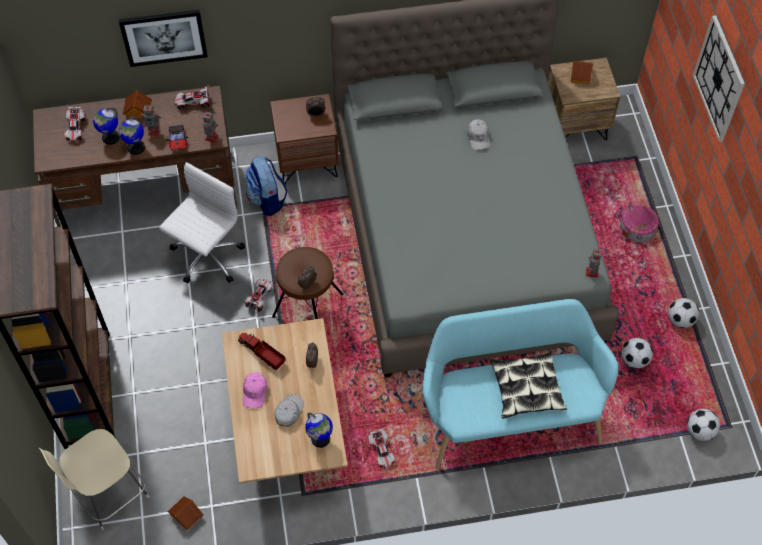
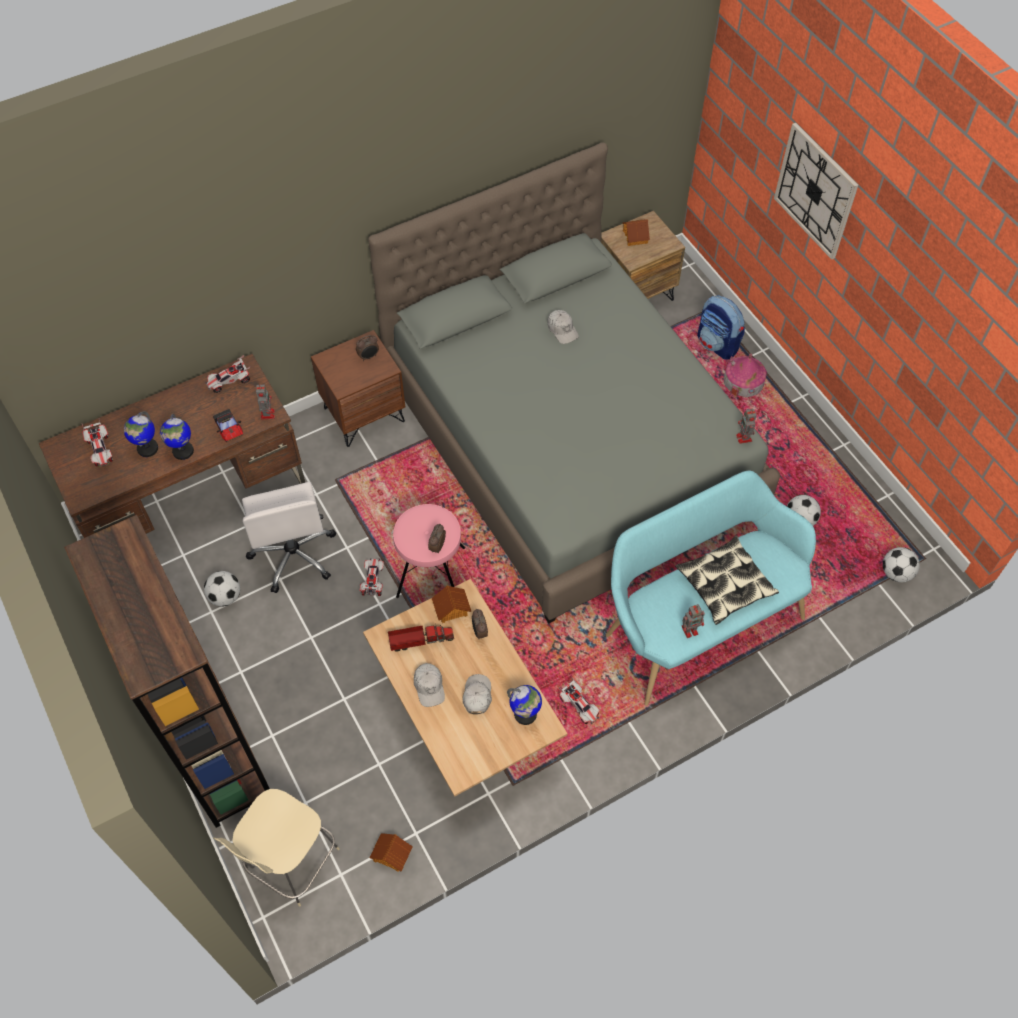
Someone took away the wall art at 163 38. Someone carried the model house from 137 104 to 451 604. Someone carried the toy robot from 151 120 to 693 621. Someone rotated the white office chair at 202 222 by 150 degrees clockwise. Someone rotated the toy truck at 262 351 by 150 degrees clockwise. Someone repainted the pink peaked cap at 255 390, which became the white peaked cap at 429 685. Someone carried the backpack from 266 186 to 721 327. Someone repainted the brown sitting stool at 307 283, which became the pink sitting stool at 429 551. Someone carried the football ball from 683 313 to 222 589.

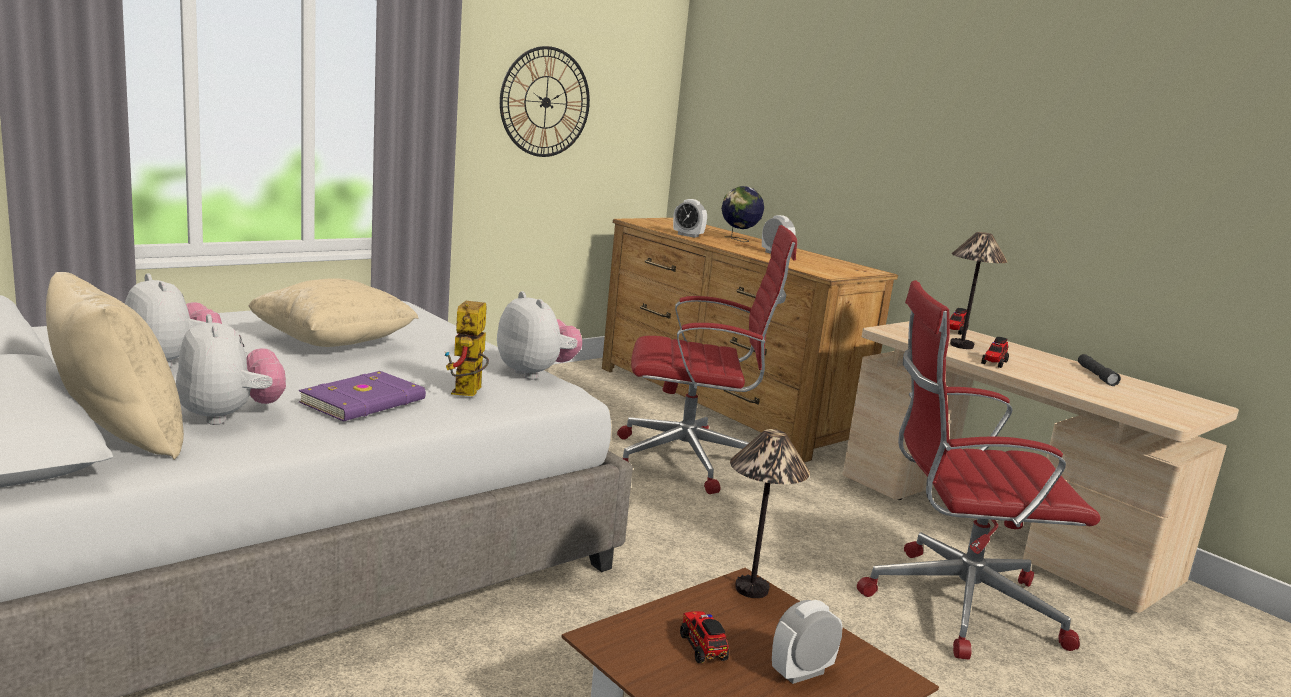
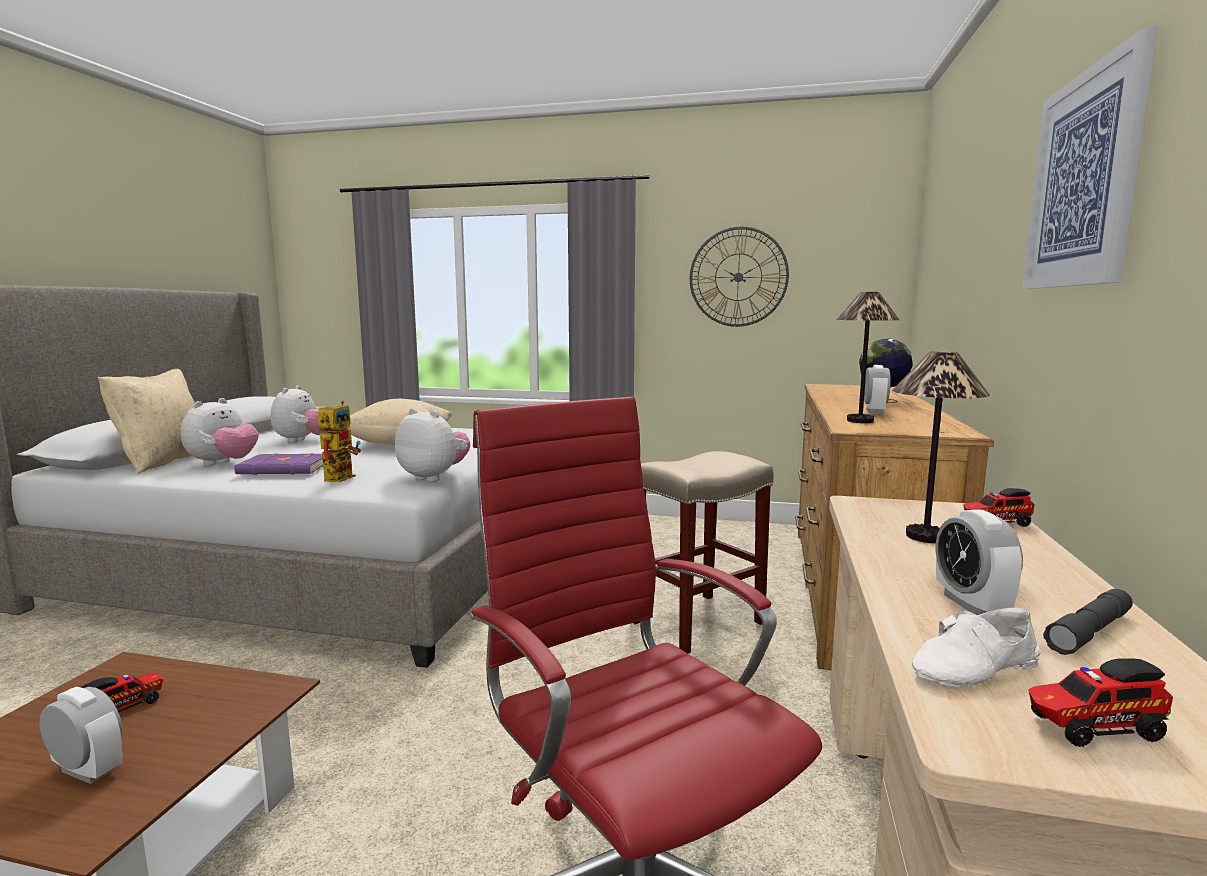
Someone rotated the toy robot at 467 348 by 135 degrees clockwise. Someone rotated the cuddly toy at 539 335 by 75 degrees counterclockwise. Someone swapped the red-coloured office chair at 707 359 for the sand-coloured sitting stool at 703 552. Someone carried the bedside clock from 690 218 to 979 562. Someone carried the table lamp from 770 513 to 868 357. Someone carried the toy truck from 995 352 to 1100 702. Someone put down the white shoe at 976 647. Someone put up the wall art at 1089 157.

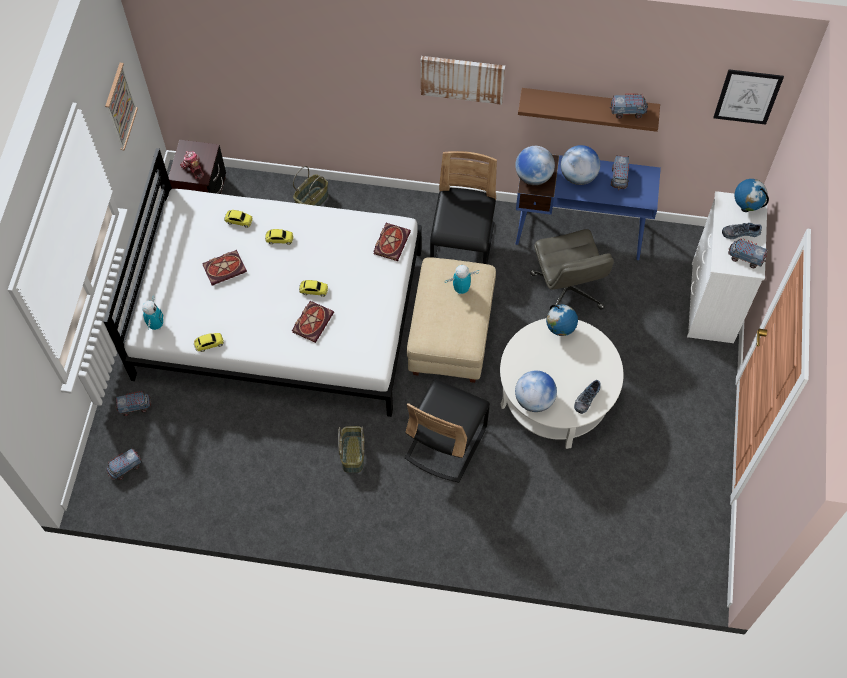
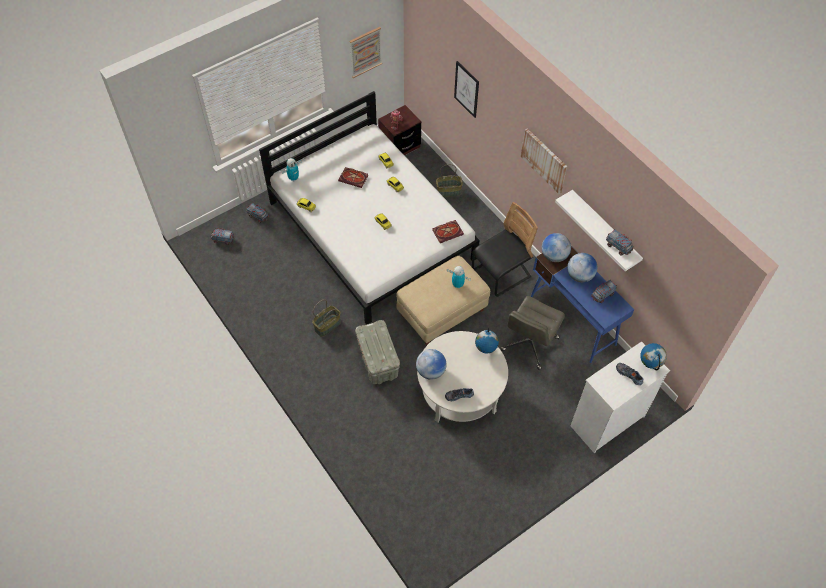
Someone took away the book at 313 322. Someone swapped the black chair at 447 431 for the gray storage container at 377 352. Someone repainted the brown shelf at 589 110, which became the white shelf at 599 230. Someone carried the wall art from 748 97 to 466 89. Someone took away the toy truck at 748 253.

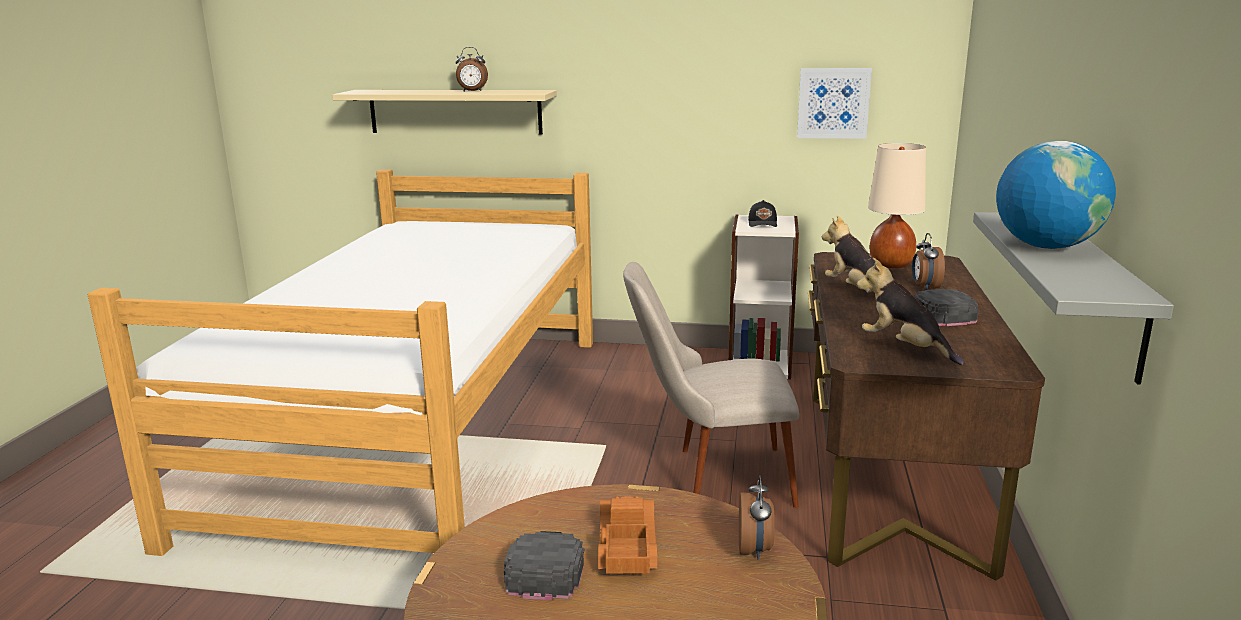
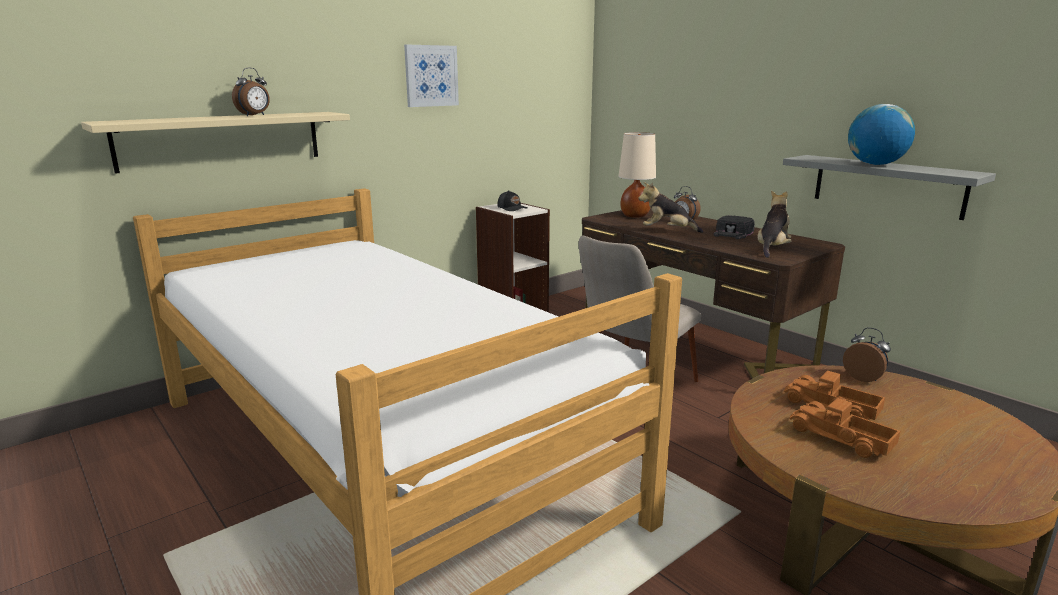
Someone swapped the black peaked cap at 544 565 for the toy truck at 844 428. Someone carried the wall art from 834 103 to 431 75. Someone rotated the cuddly toy at 910 311 by 120 degrees clockwise.

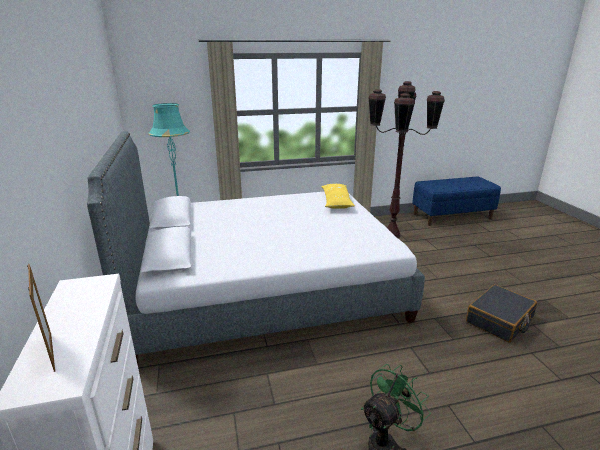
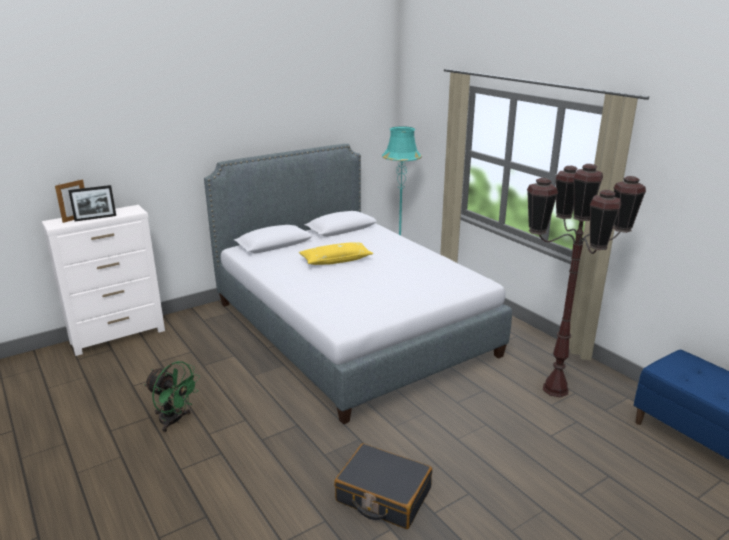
Someone carried the yellowish cushion from 338 196 to 336 253. Someone put down the picture frame at 92 203.

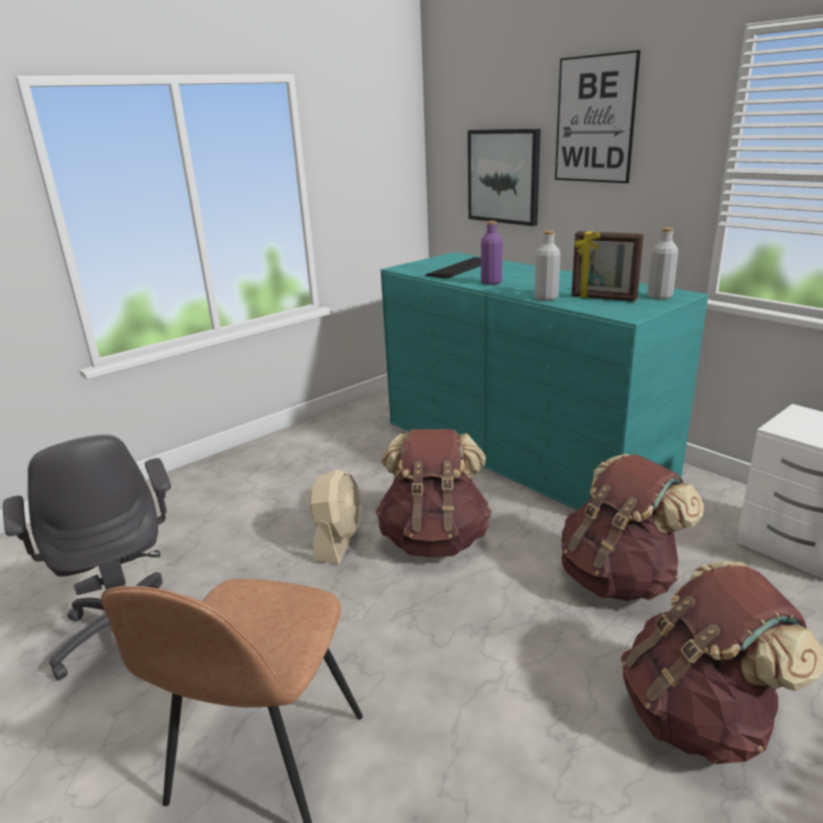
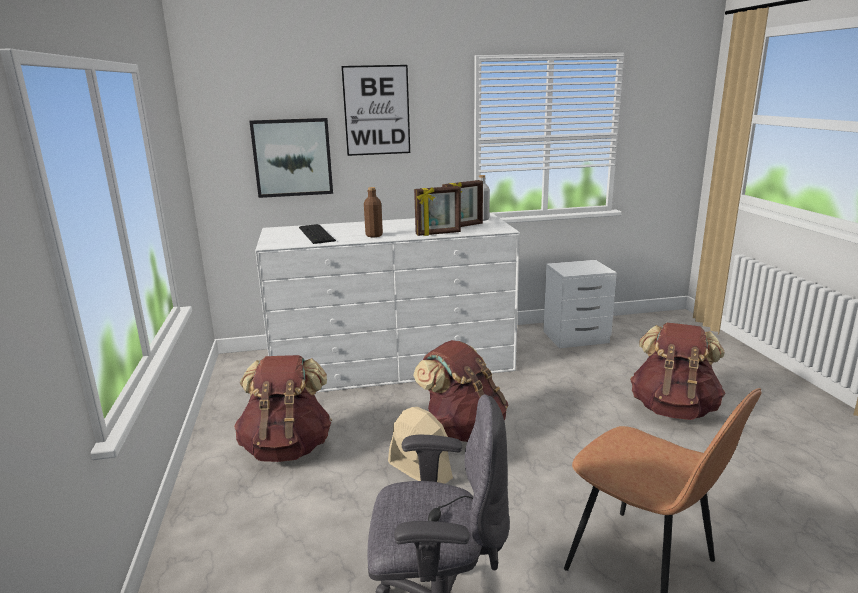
Someone repainted the blue-green drawer chest at 544 381, which became the white drawer chest at 387 303. Someone repainted the purple drink bottle at 491 253, which became the brown drink bottle at 373 212. Someone swapped the gray drink bottle at 547 265 for the picture frame at 437 211. Someone carried the brown backpack from 632 527 to 283 408.

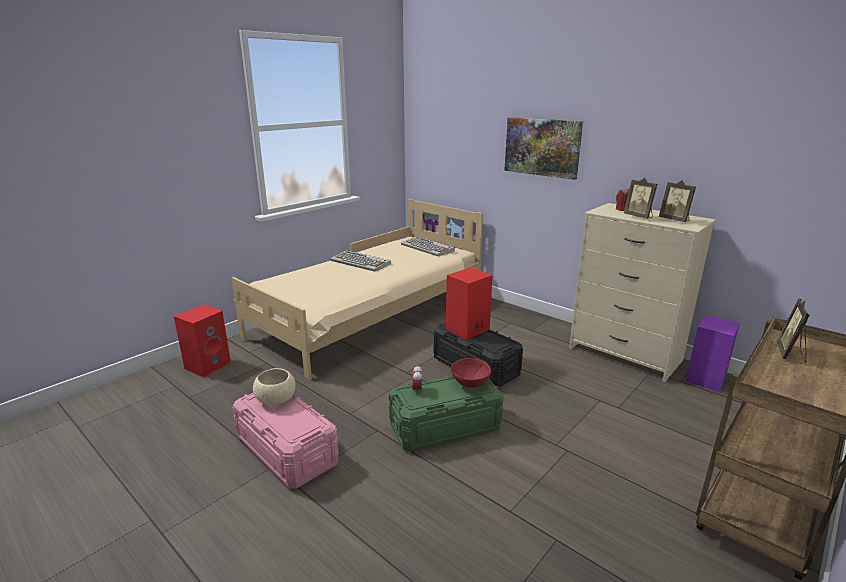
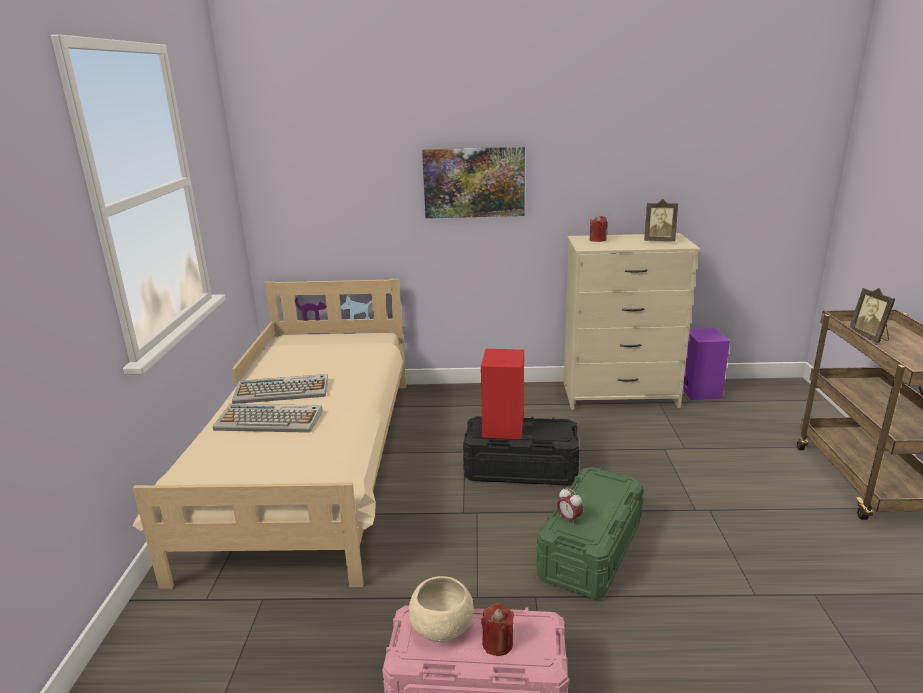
Someone took away the red-coloured audio speaker at 202 340. Someone carried the computer keyboard from 428 246 to 268 418. Someone took away the red-coloured serving bowl at 471 373. Someone took away the picture frame at 640 198. Someone put down the red-coloured wax light at 497 629.

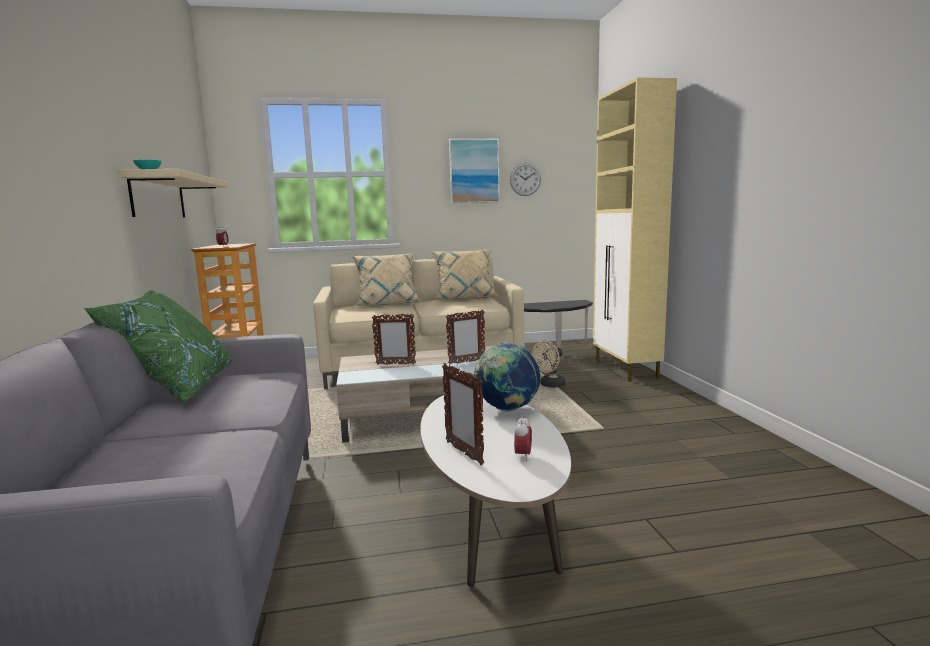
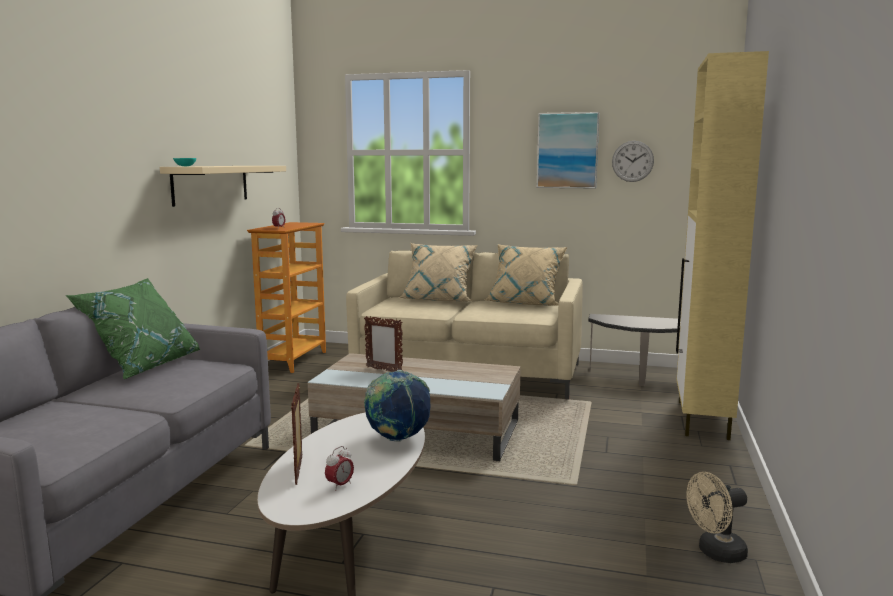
Someone took away the picture frame at 465 337. Someone carried the sand-coloured cooling fan from 549 364 to 717 517.

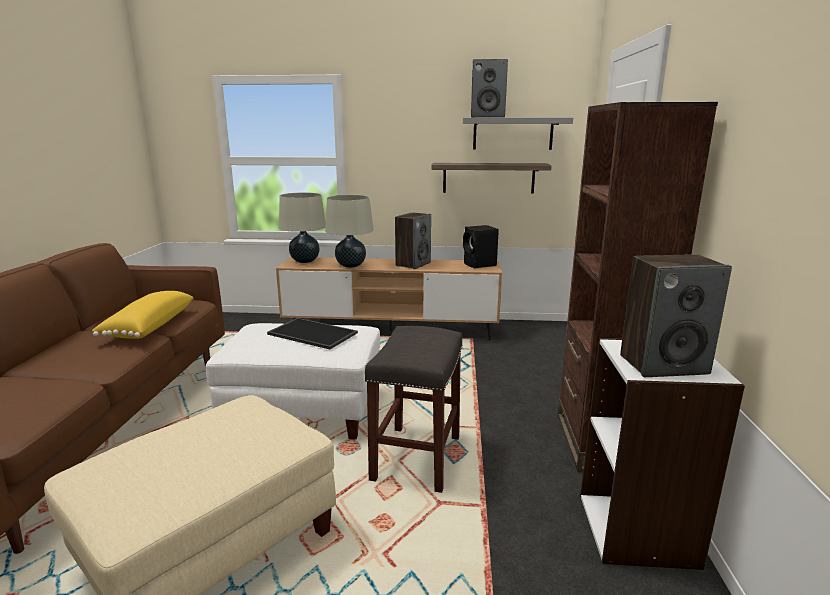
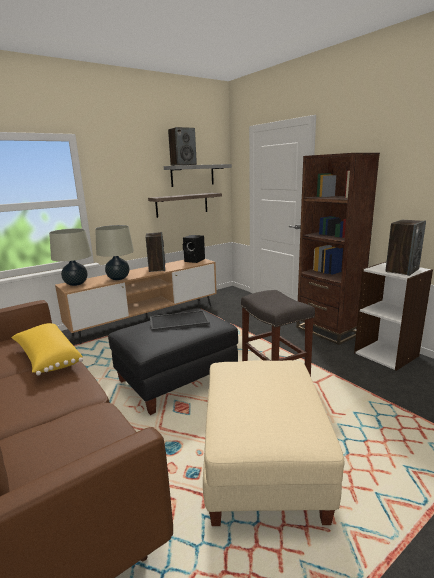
Someone repainted the white footrest at 293 381, which became the black footrest at 173 361.

